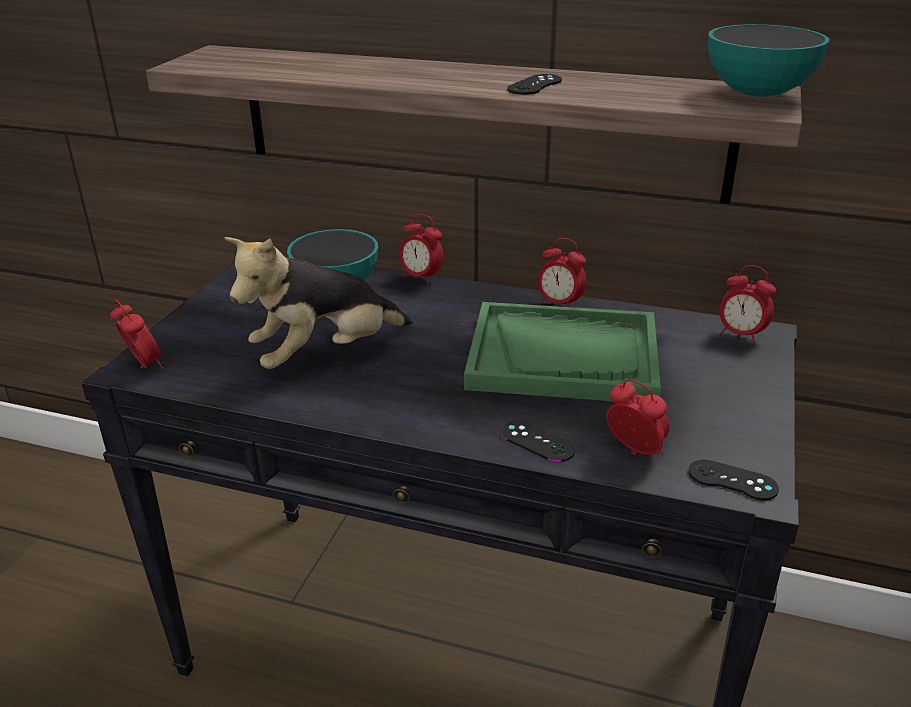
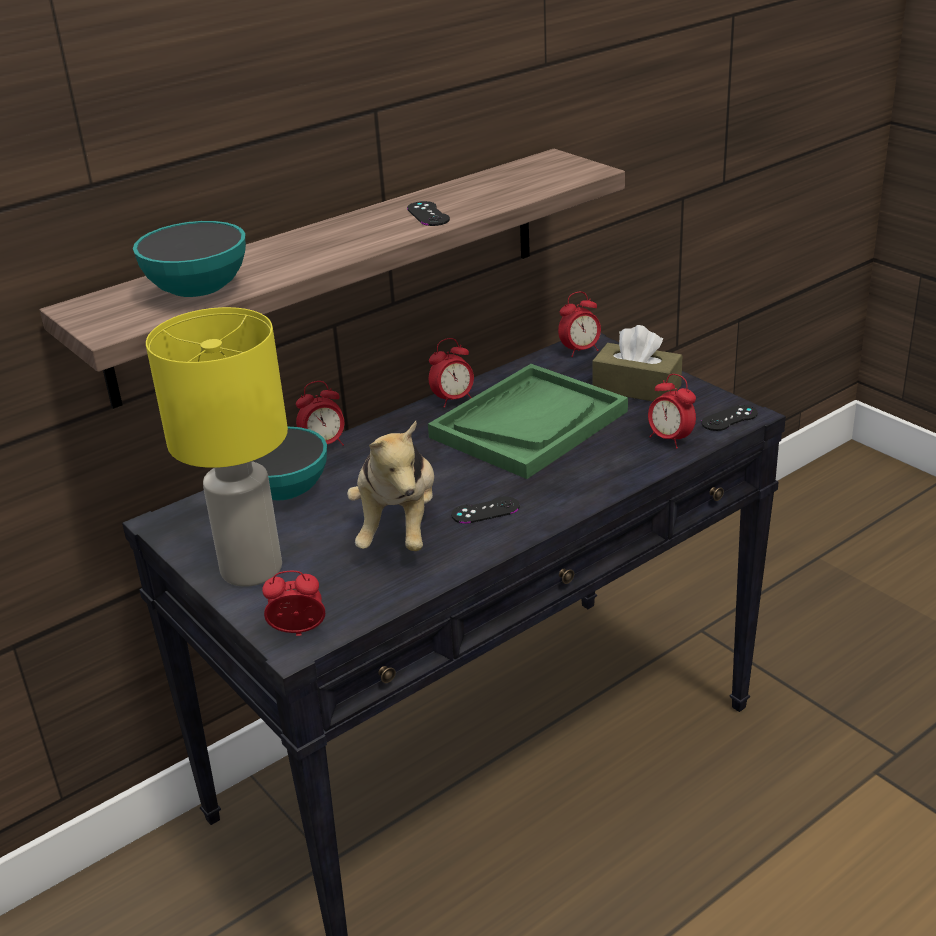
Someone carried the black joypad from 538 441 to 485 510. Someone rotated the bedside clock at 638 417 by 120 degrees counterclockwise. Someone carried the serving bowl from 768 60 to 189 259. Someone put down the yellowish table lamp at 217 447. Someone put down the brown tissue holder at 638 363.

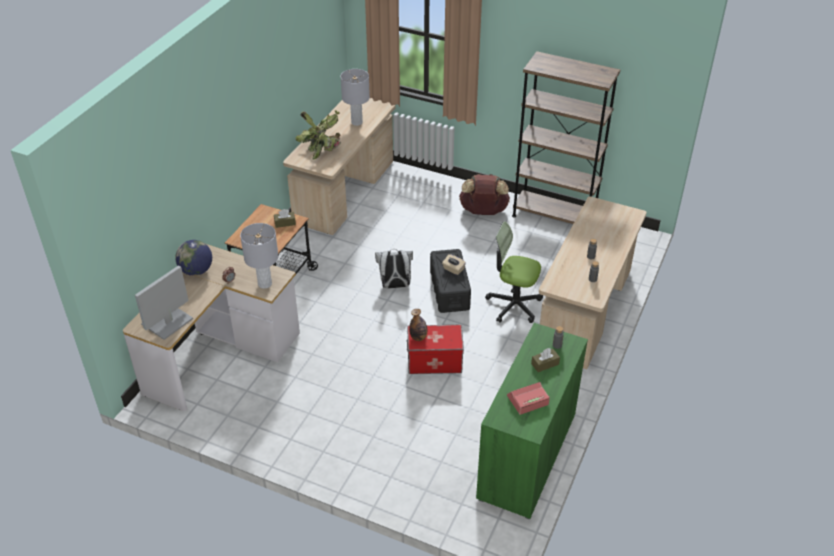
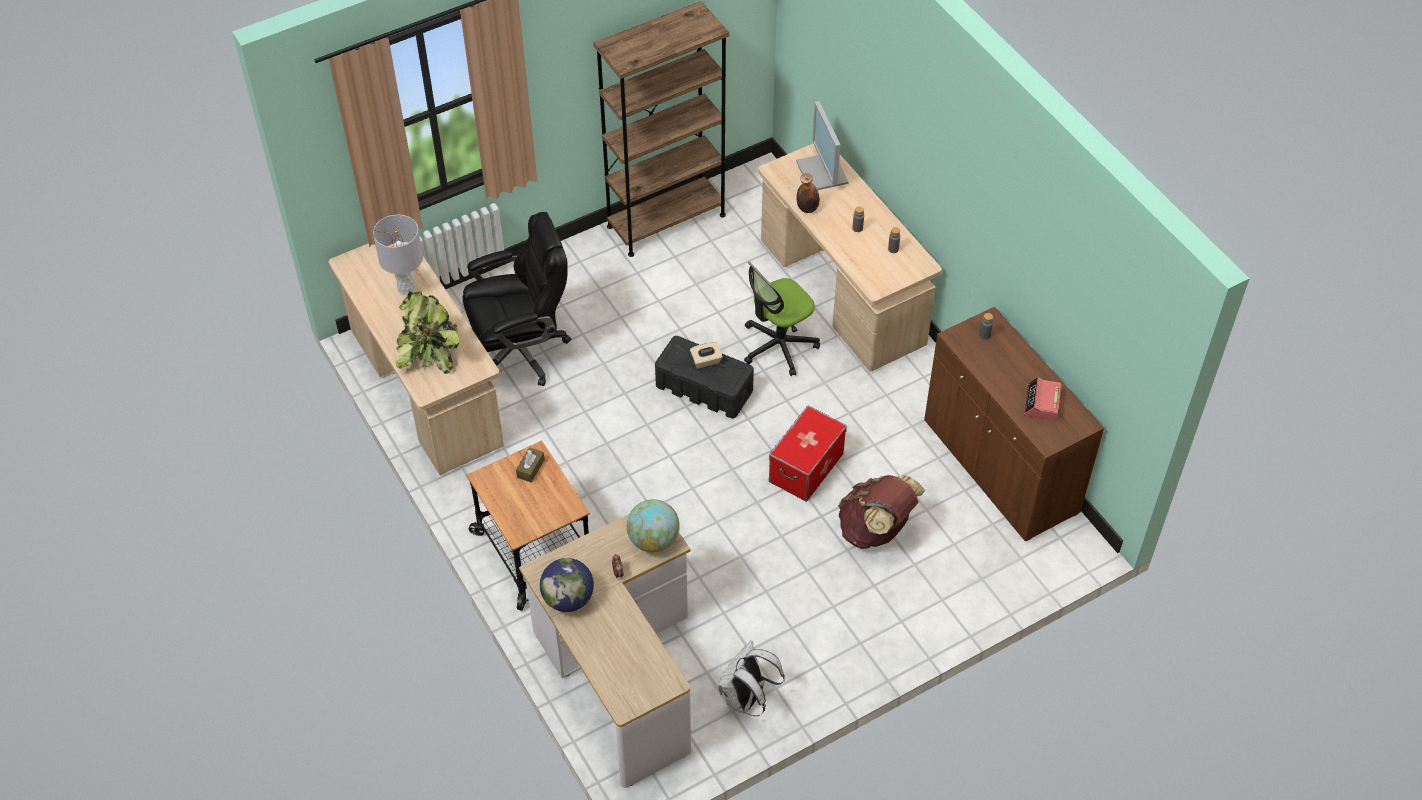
Someone carried the computer screen from 164 302 to 822 145. Someone swapped the gray table lamp at 259 256 for the globe at 653 525. Someone carried the white backpack from 394 269 to 751 678. Someone carried the drink bottle from 418 325 to 808 193. Someone carried the brown backpack from 484 194 to 881 512. Someone repainted the greenish storage cabinet at 532 421, which became the brown storage cabinet at 1014 424. Someone took away the brown tissue holder at 545 360. Someone put down the black office chair at 517 299.

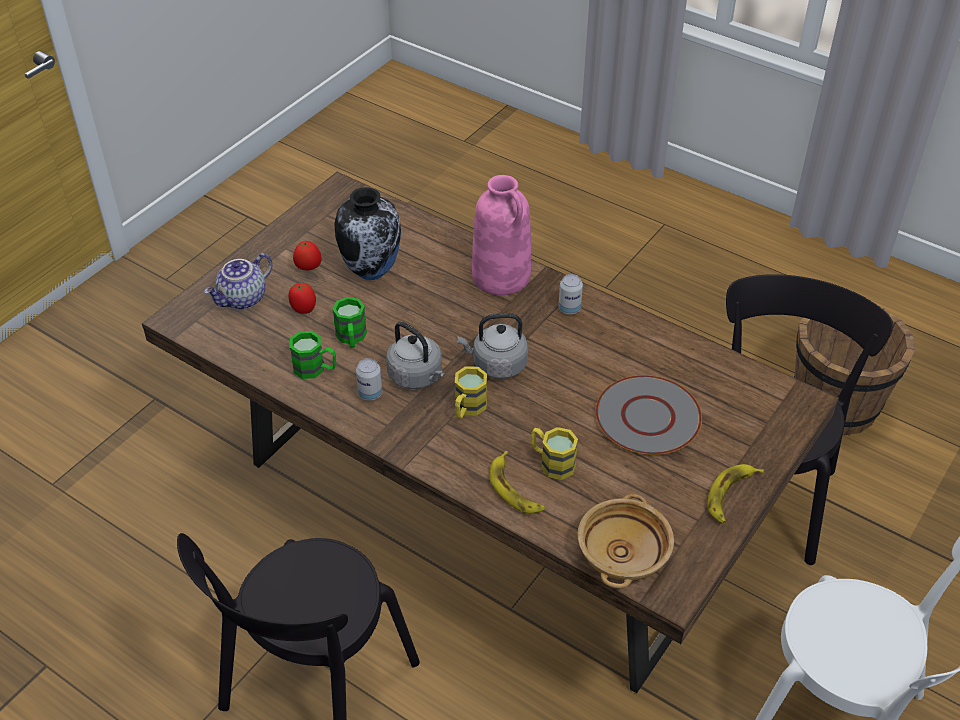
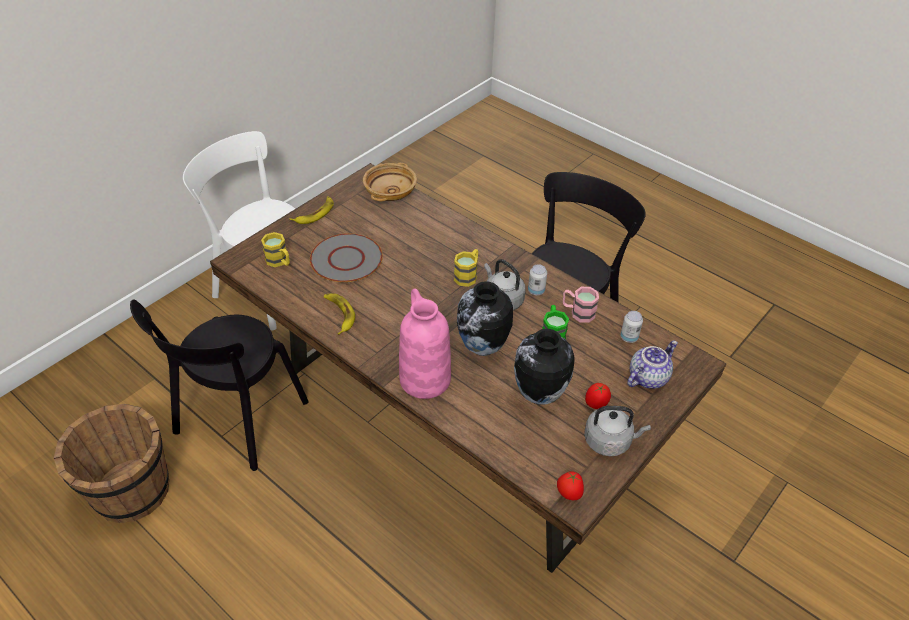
Someone carried the tomato from 302 298 to 570 485. Someone repainted the greenish coffee mug at 313 355, which became the pink coffee mug at 581 305. Someone carried the gray kettle from 492 346 to 617 431. Someone carried the whole banana from 517 482 to 339 314. Someone carried the yellowish coffee mug from 554 453 to 275 249. Someone carried the metal can from 571 294 to 631 327. Someone put down the vase at 485 318.

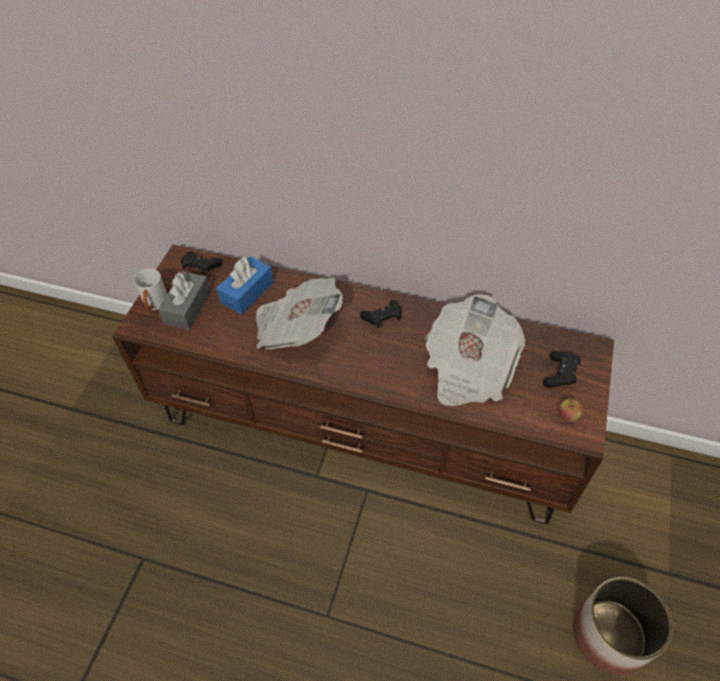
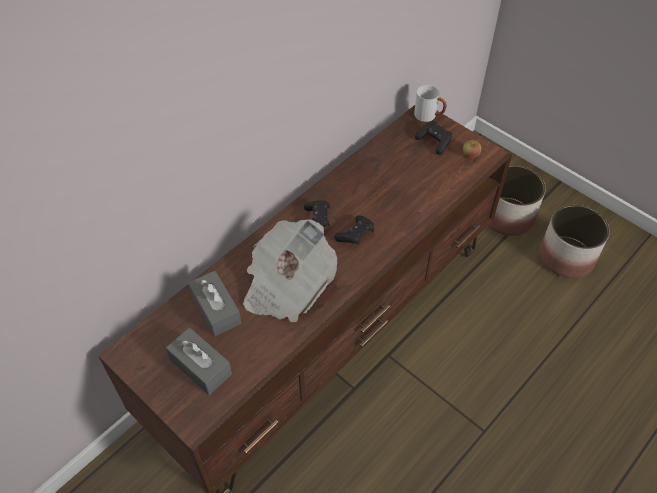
Someone carried the white coffee mug from 150 289 to 430 103. Someone carried the black joypad from 201 262 to 354 230. Someone repainted the blue tissue holder at 245 285, which became the gray tissue holder at 214 303. Someone took away the daily paper at 475 350. Someone put down the plant pot at 516 200.

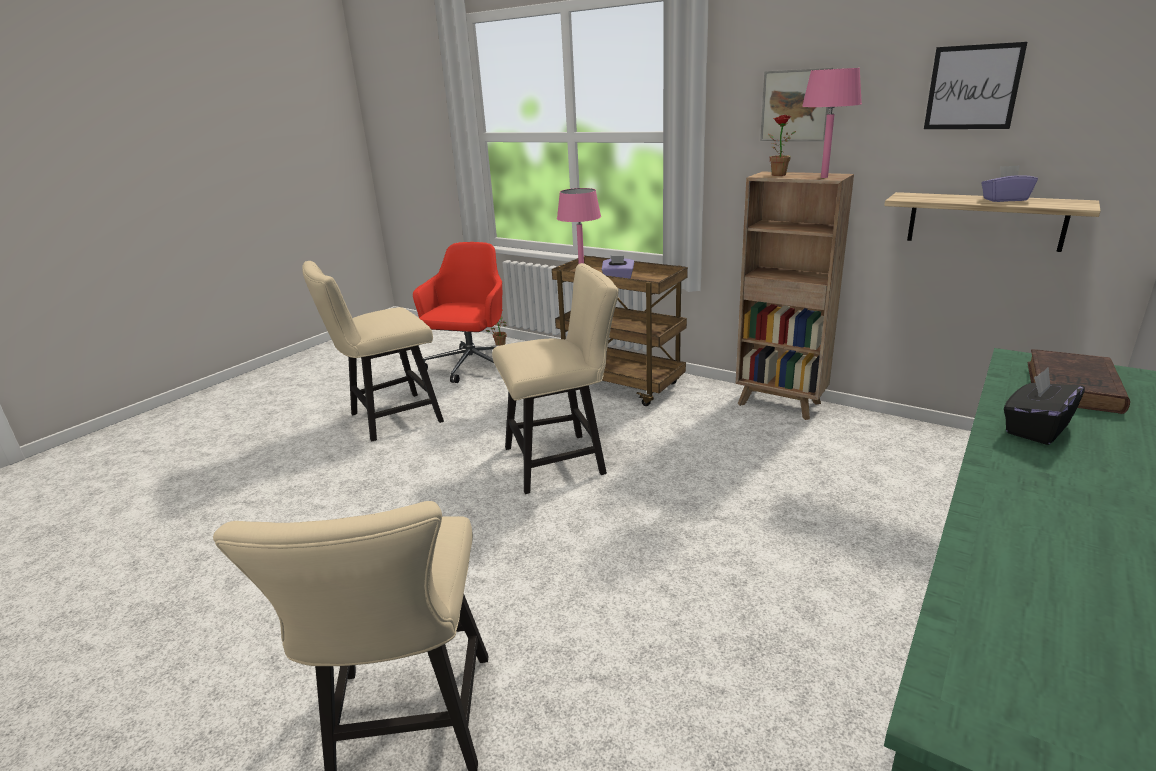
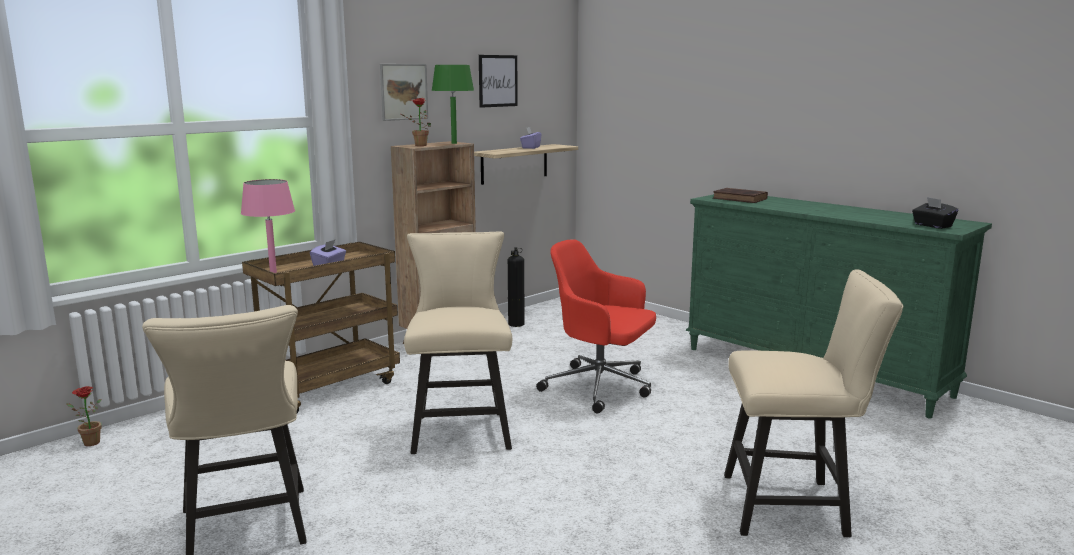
Someone carried the red-coloured office chair from 457 312 to 596 326. Someone repainted the pink table lamp at 832 123, which became the greenish table lamp at 452 104. Someone carried the black tissue holder from 1044 406 to 935 213. Someone put down the fire-fighting cylinder at 516 287.

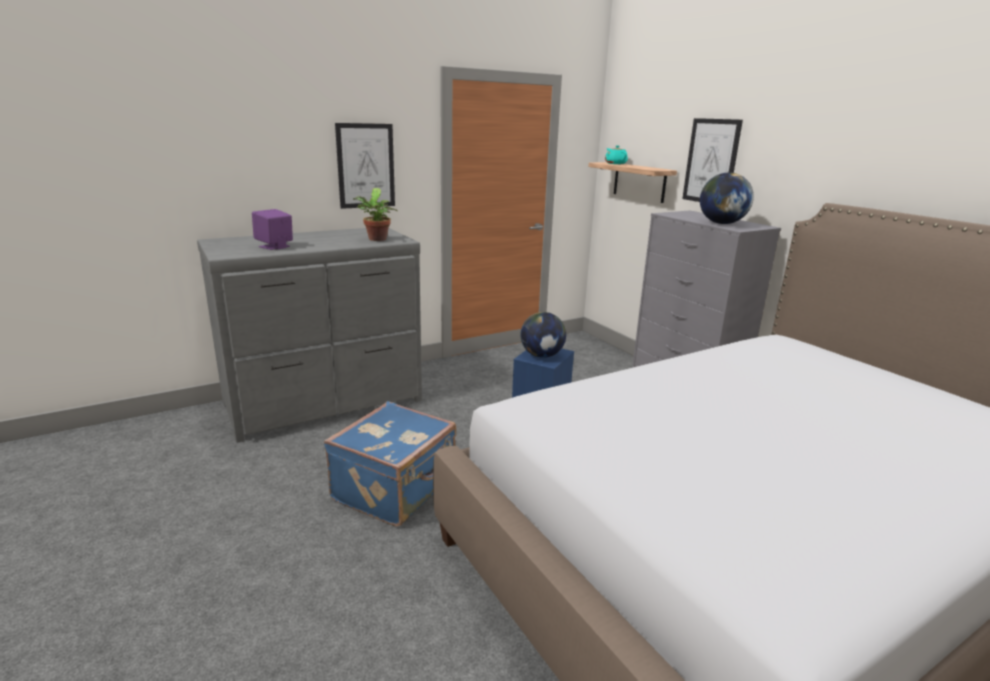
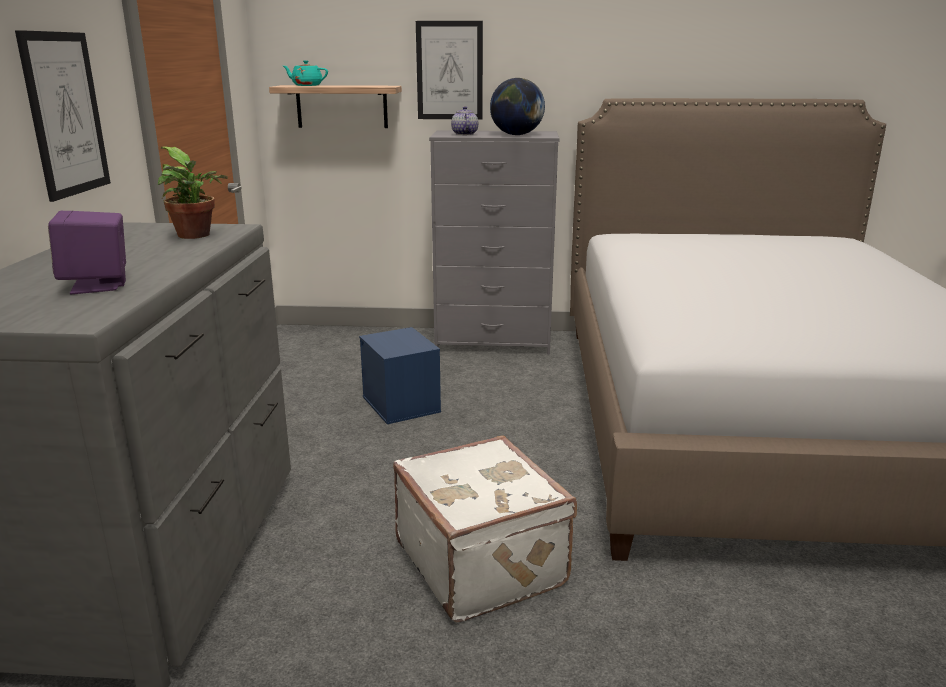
Someone repainted the blue piece of luggage at 390 464, which became the white piece of luggage at 485 529. Someone took away the globe at 543 335. Someone put down the pot for tea at 464 120.

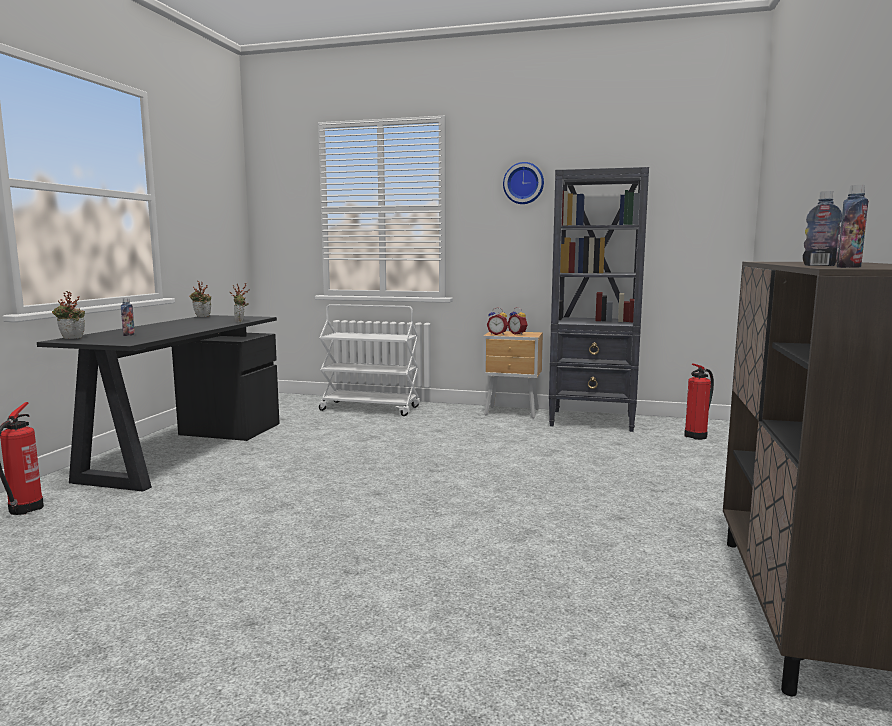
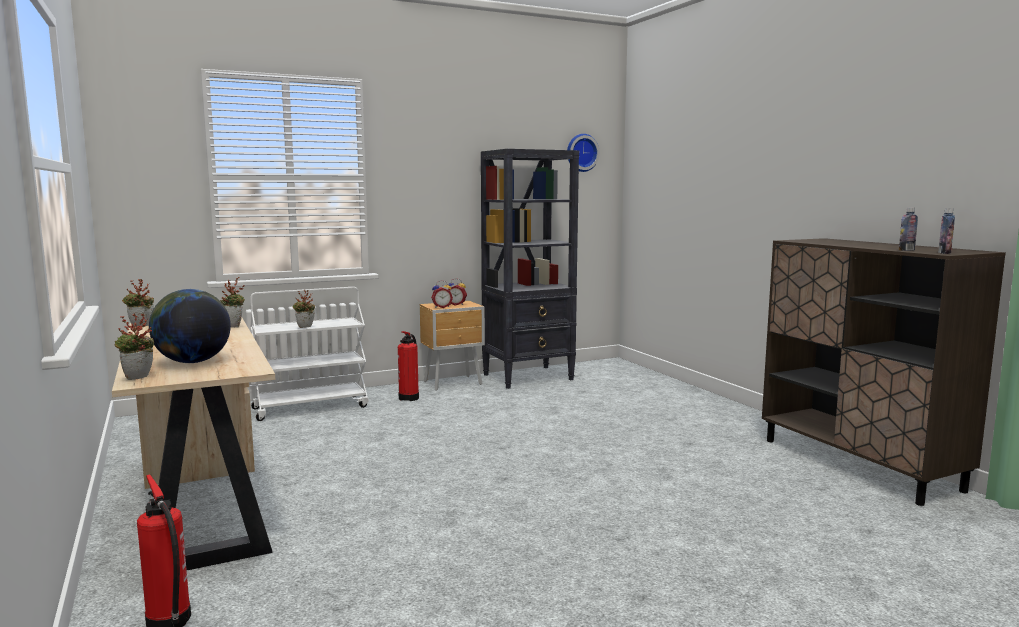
Someone repainted the black desk at 158 403, which became the sand-coloured desk at 193 444. Someone swapped the drink bottle at 128 317 for the globe at 190 326. Someone carried the clock on the wall from 523 183 to 583 153. Someone carried the fire-fighting cylinder from 699 401 to 408 366. Someone put down the plant in a pot at 303 309.

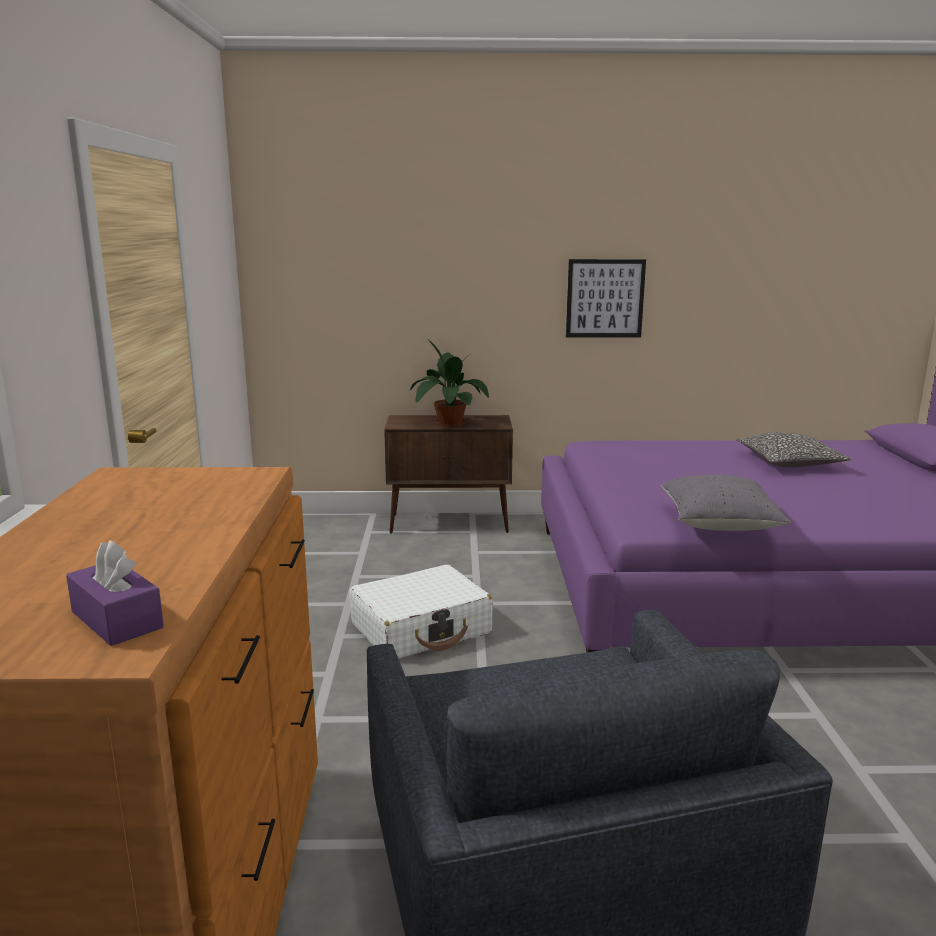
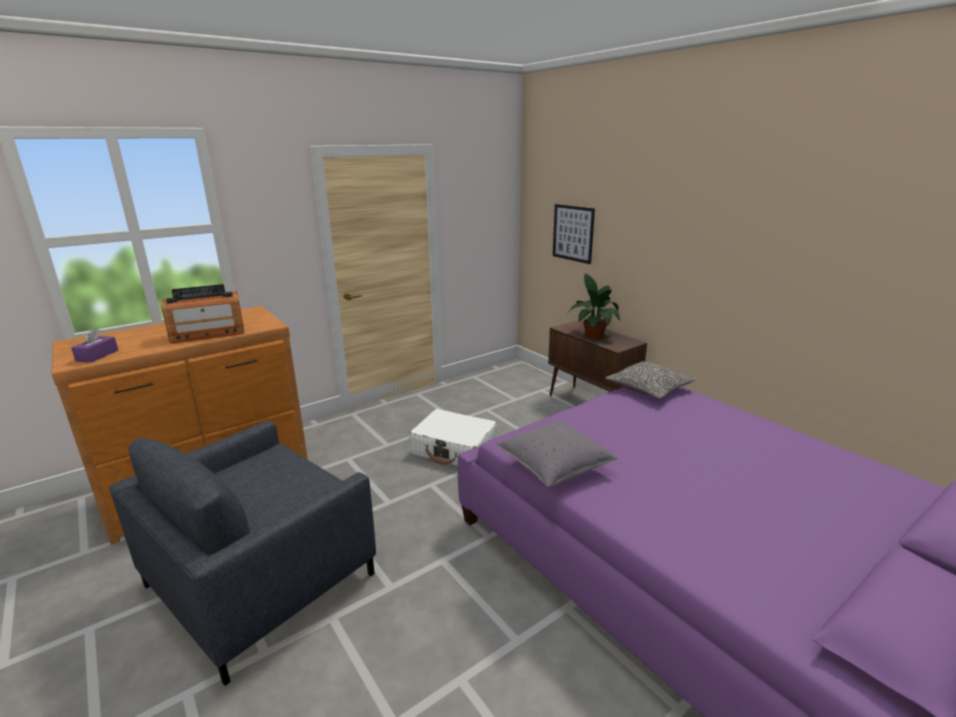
Someone carried the wall art from 606 298 to 574 234. Someone carried the cushion from 793 449 to 650 380. Someone put down the radio at 202 314.

